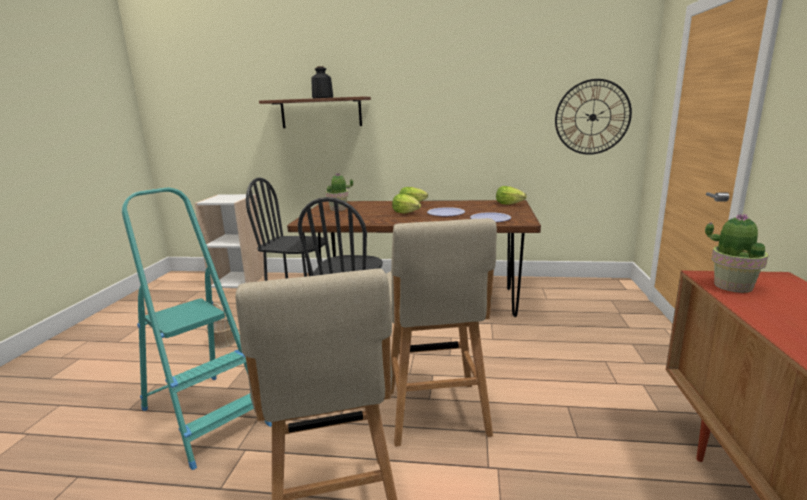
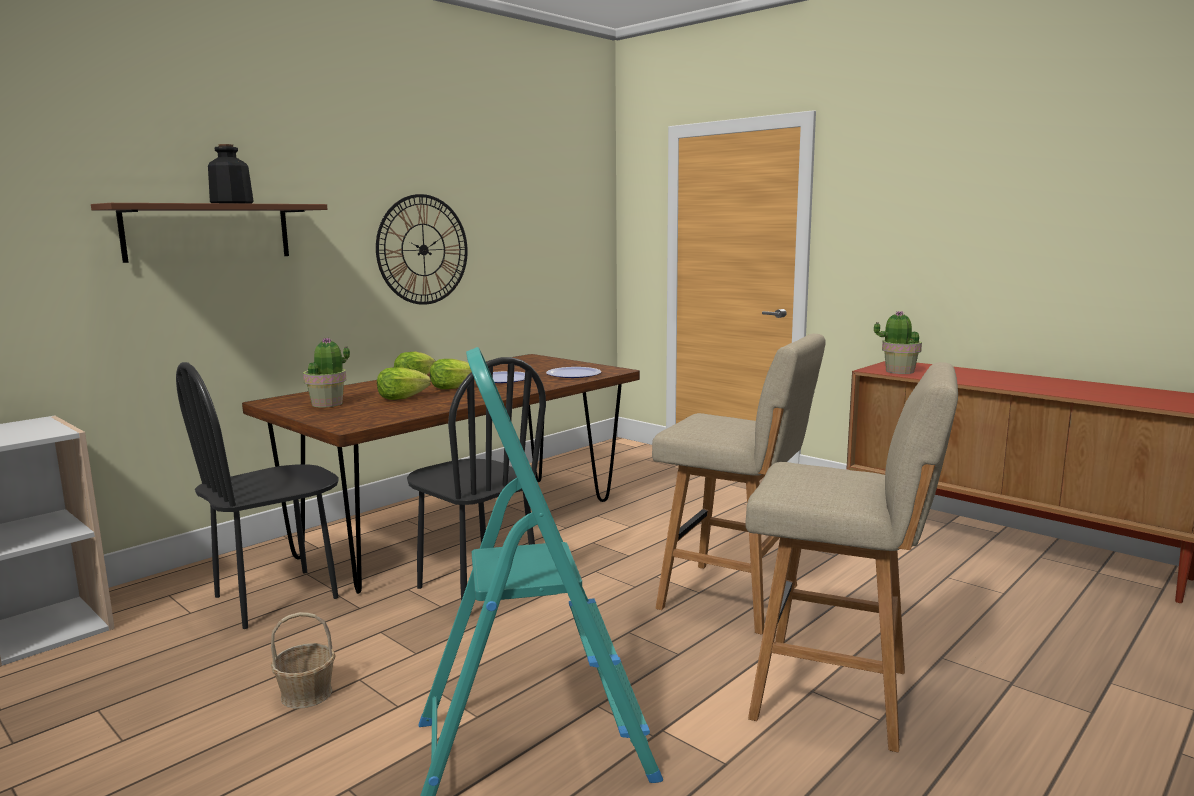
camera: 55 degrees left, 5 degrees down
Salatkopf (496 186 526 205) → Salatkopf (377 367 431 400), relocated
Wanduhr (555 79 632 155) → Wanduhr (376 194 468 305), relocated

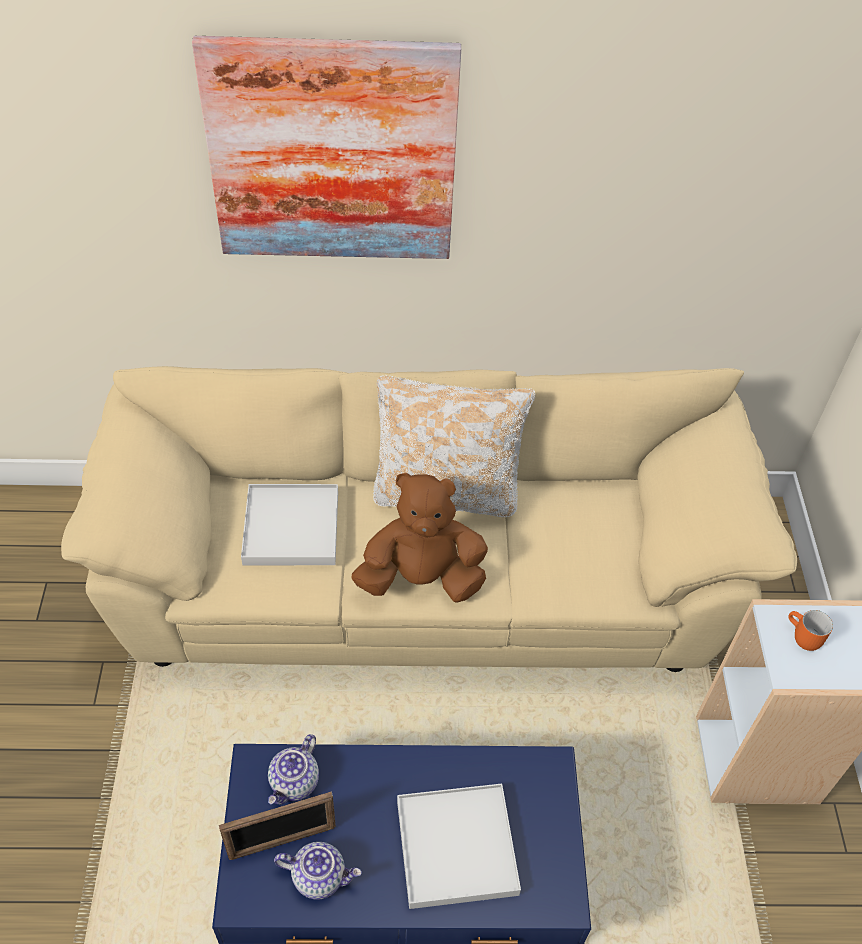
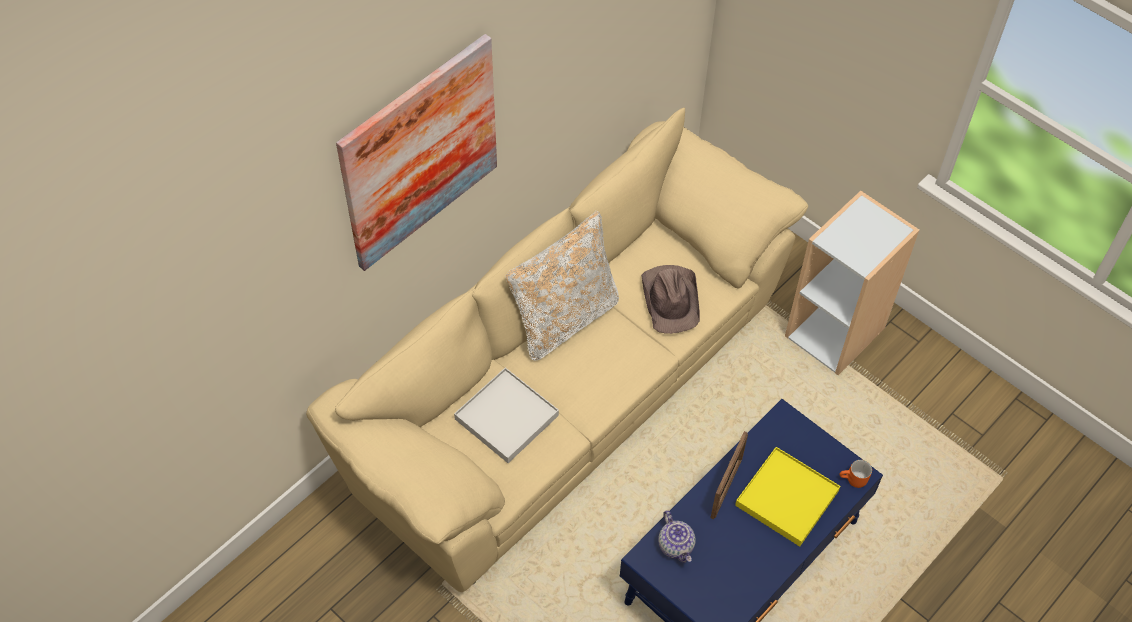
camera: 45 degrees left, 5 degrees up
Bilderrahmen (219 791 336 860) → Bilderrahmen (710 431 748 519), relocated
Teekanne (274 842 362 900) → -
Plüschtier/braun (352 473 488 603) → -
Tablett/weiß (397 784 521 909) → Tablett/gelb (735 447 840 547)
Henkelbecher/orange (788 610 833 651) → Henkelbecher/orange (840 460 872 488), relocated
- → Hut/braun (641 265 700 334)

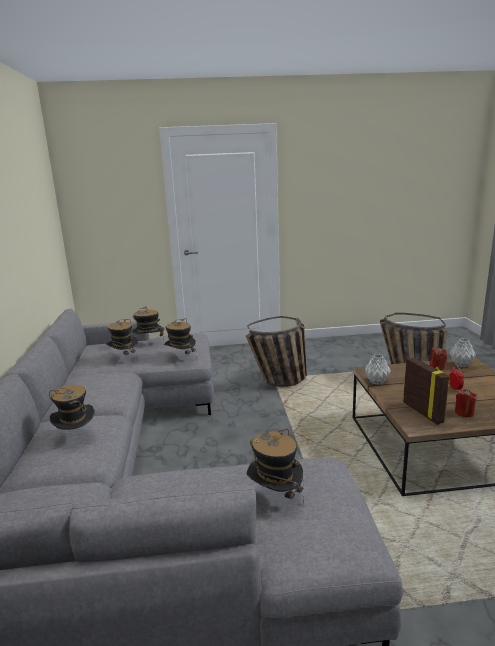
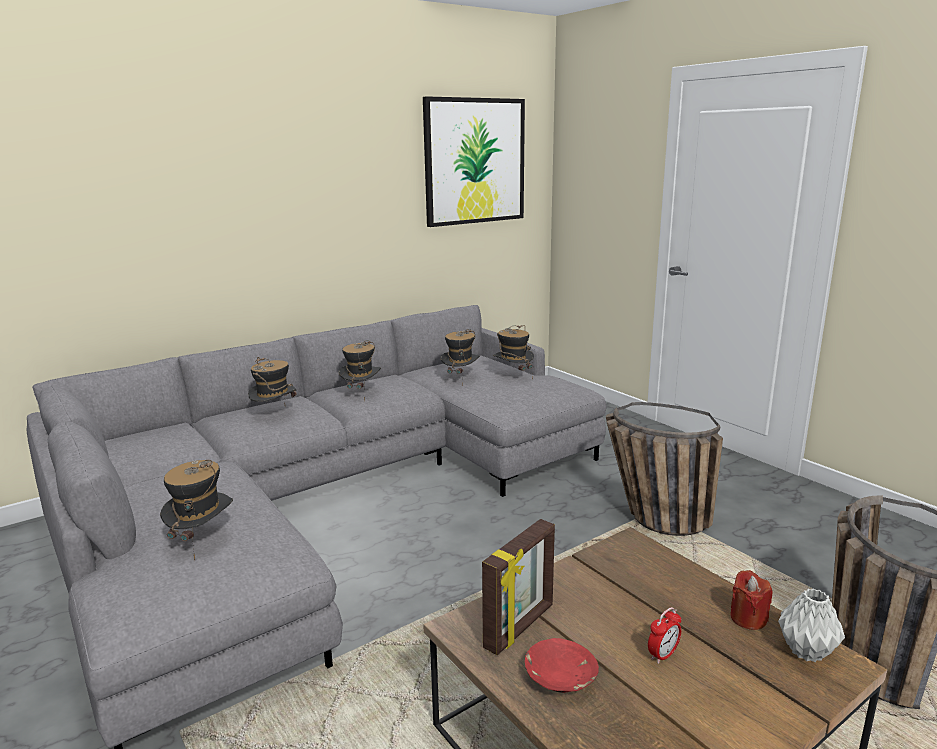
camera: 60 degrees right, 0 degrees up
Hut (164 318 197 360) → Hut (339 341 381 401), relocated
Vase/grau (365 354 391 385) → -
Kerze/rot (455 389 477 417) → Schüssel/rot (525 638 599 693)
- → Bild (423 96 525 227)

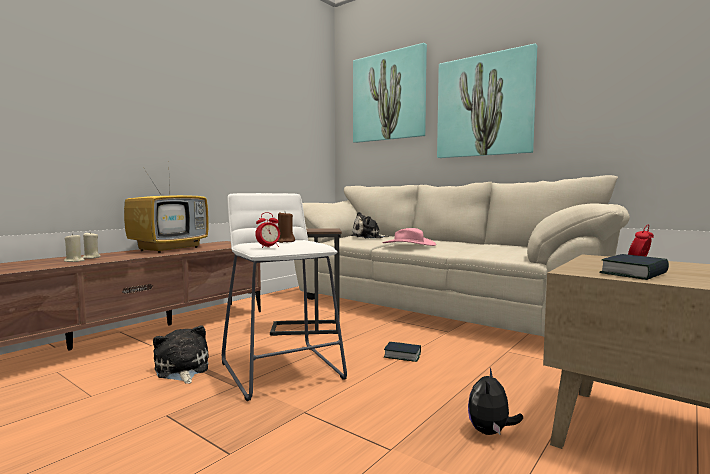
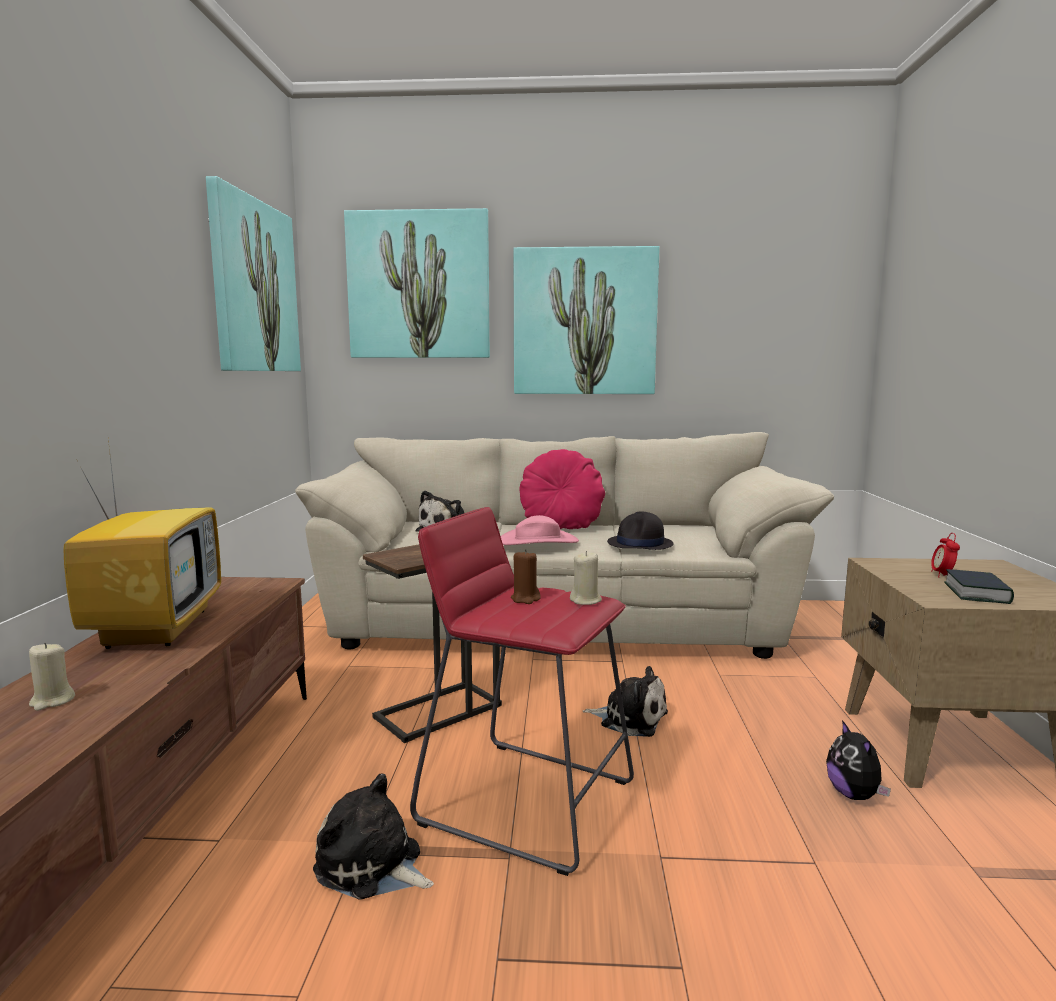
camera: 35 degrees left, 5 degrees up
Kerze/beige (64 233 85 262) → Kerze/beige (570 551 602 605), relocated
Hocker/weiß (222 193 347 401) → Hocker/rot (410 507 634 876)
Wecker (255 212 280 248) → -
Buch (384 342 421 362) → Plüschtier (583 666 668 737)
- → Bild (206 176 301 371)
- → Kissen/rosa (519 449 605 529)
- → Hut/schwarz (607 512 674 550)

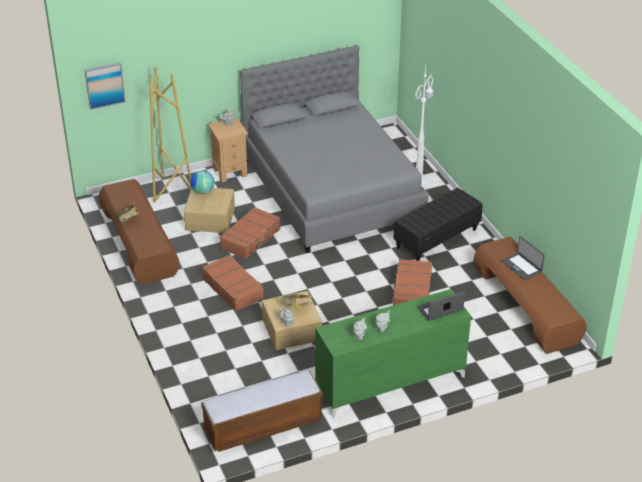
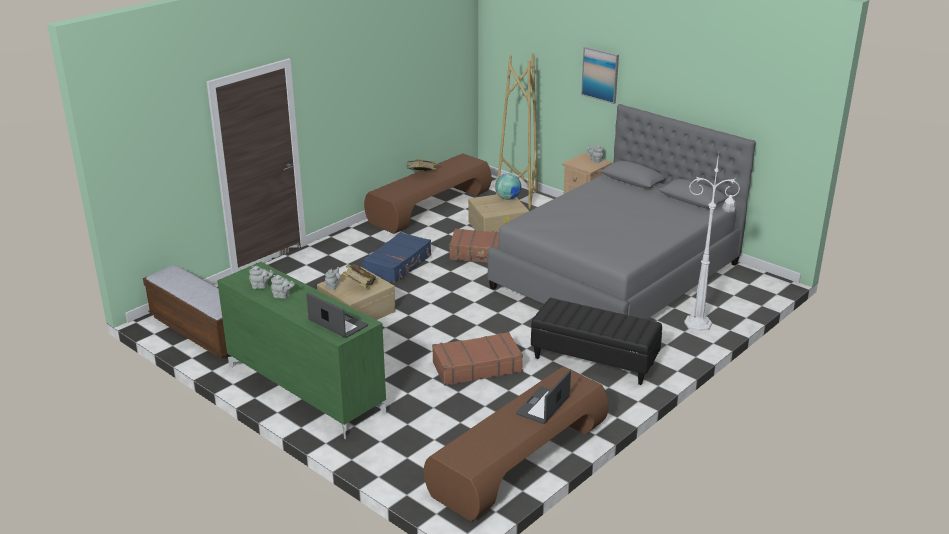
camera: 65 degrees right, 10 degrees down
Bild (85 63 126 110) → Bild (581 47 619 104), relocated
Koffer/braun (202 255 264 312) → Koffer/blau (362 232 431 284)

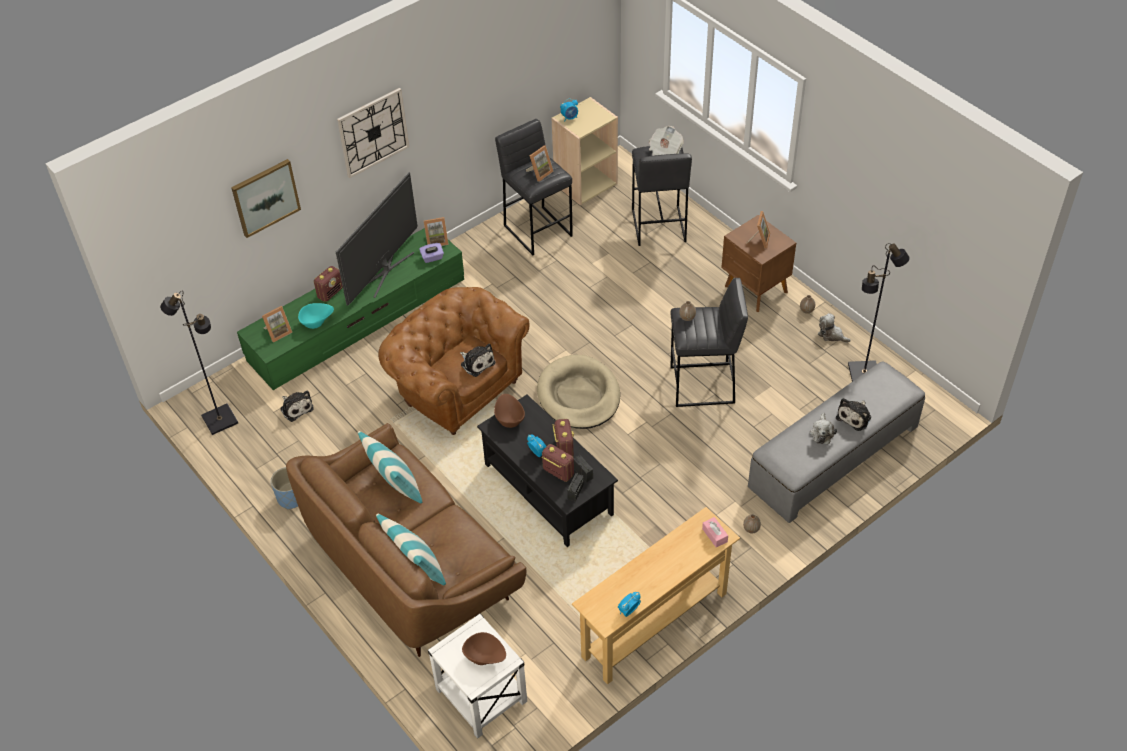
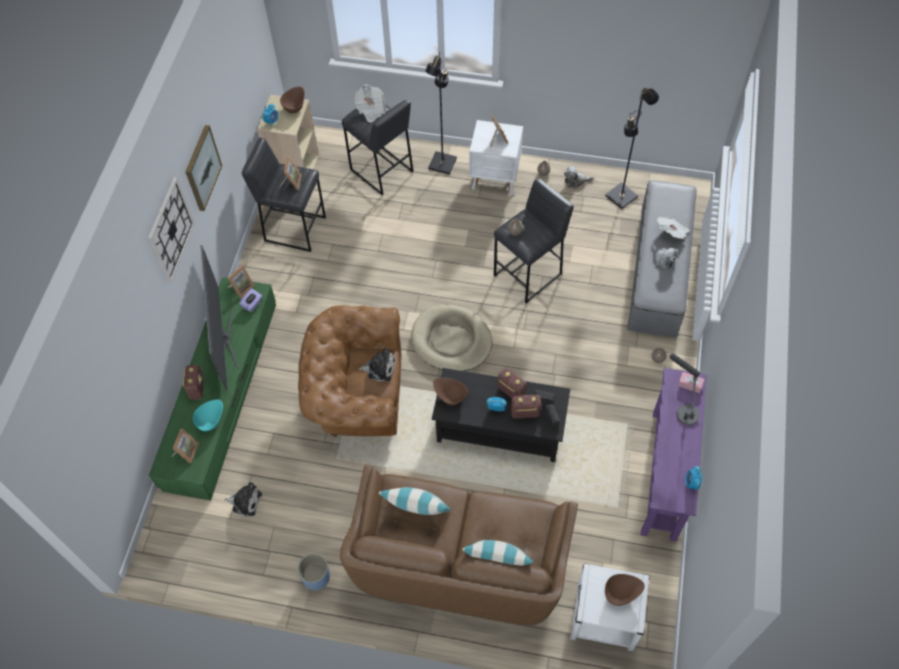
camera: 40 degrees left, 10 degrees up
Stehlampe/schwarz (160 291 238 435) → Stehlampe/schwarz (425 52 457 174), relocated
Bild (231 159 301 238) → Bild (185 125 222 211), relocated
Konsolentisch/beige (572 507 740 684) → Konsolentisch/lila (641 368 707 542)
Nachttisch/braun (722 215 796 312) → Nachttisch/weiß (469 120 523 195)
Plüschtier (836 398 871 431) → Zeitung (657 217 690 239)
- → Schüssel/braun (280 86 305 114)
- → Tischlampe (670 354 700 425)

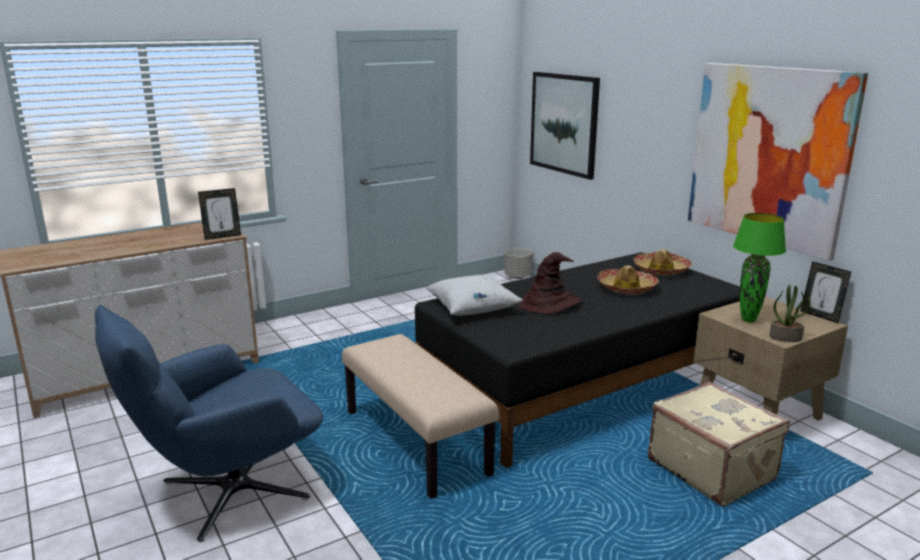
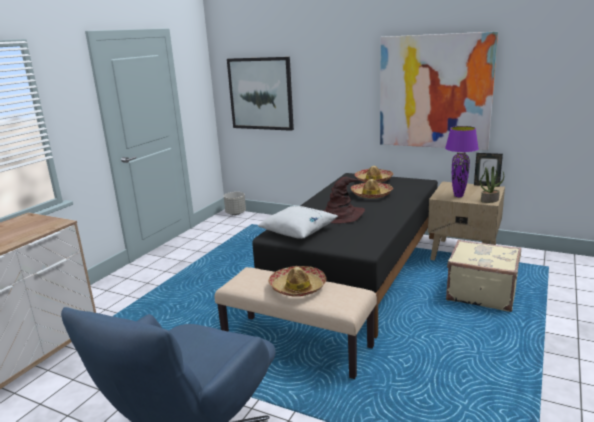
camera: 30 degrees left, 0 degrees up
Bilderrahmen (198 188 241 240) → -
Tischlampe/grün (733 213 786 322) → Tischlampe/lila (445 126 479 197)
- → Hut (268 266 326 297)

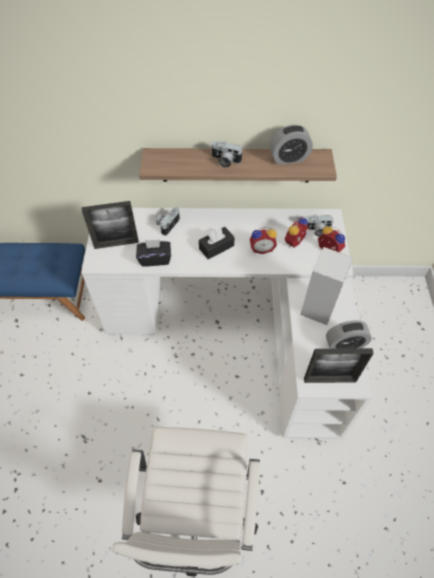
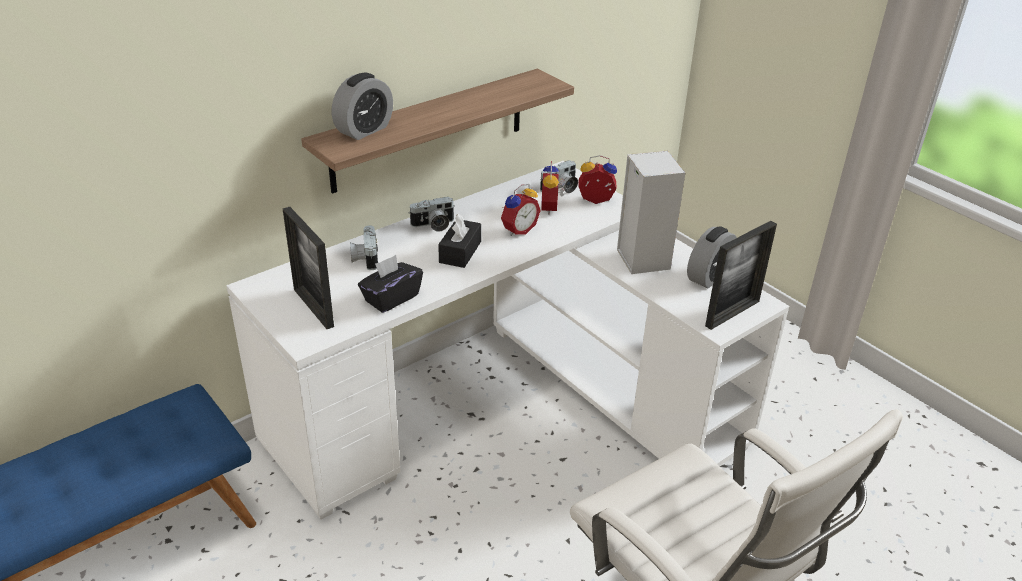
camera: 40 degrees left, 20 degrees down
Bilderrahmen (82 201 139 249) → Bilderrahmen (283 207 334 329), 105 degrees clockwise
Kamera (211 141 243 168) → Kamera (409 197 455 232), relocated
Wecker (270 125 313 165) → Wecker (332 73 393 140), relocated

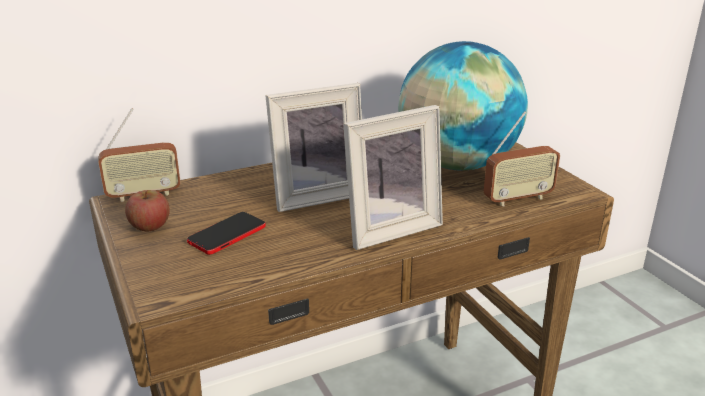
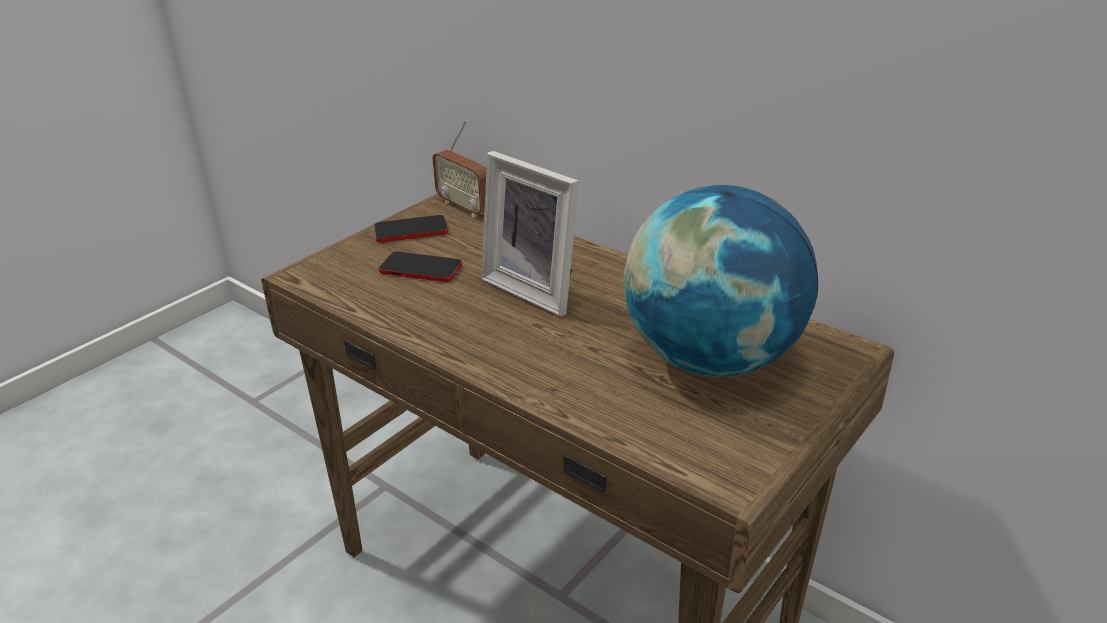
camera: 65 degrees right, 5 degrees up
Apfel (125 190 170 231) → Handy (374 215 448 242)
Bilderrahmen (343 105 443 250) → -
Radio (484 111 560 206) → -

